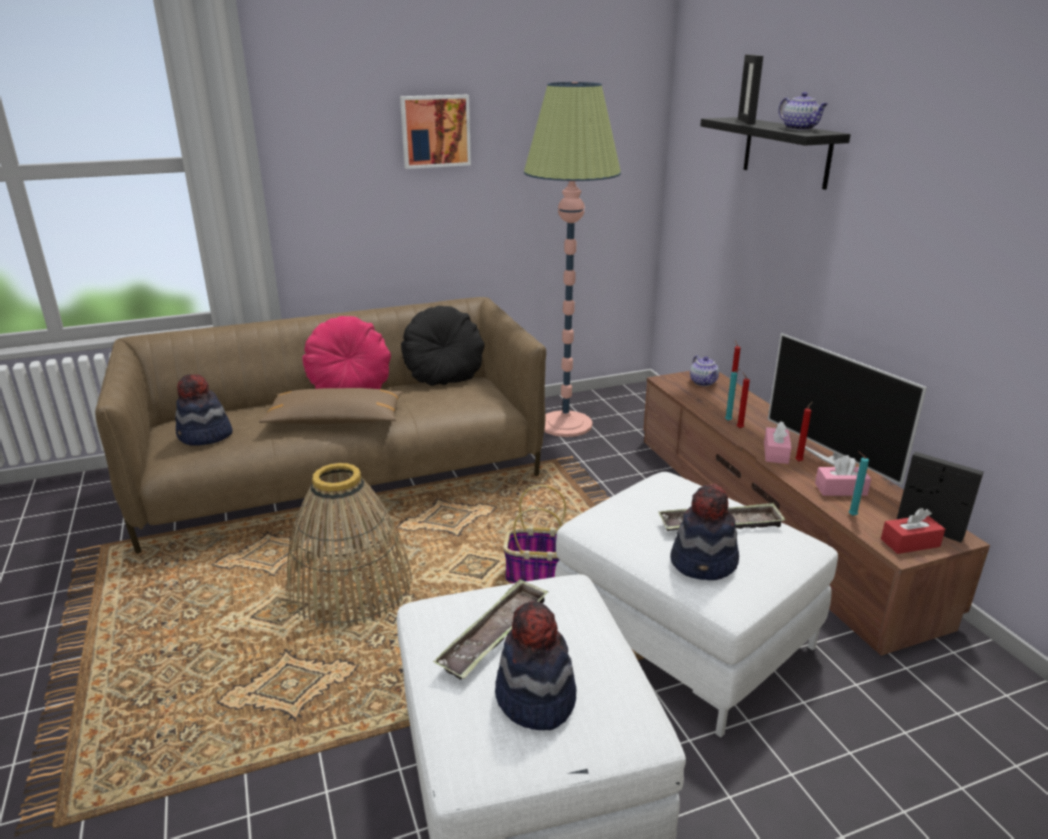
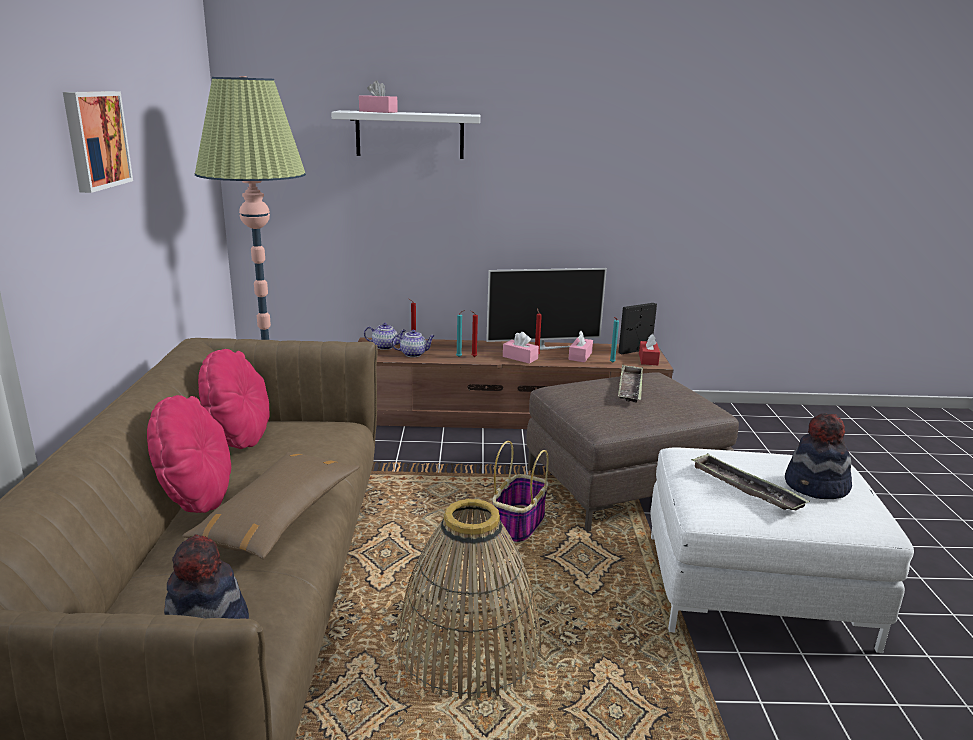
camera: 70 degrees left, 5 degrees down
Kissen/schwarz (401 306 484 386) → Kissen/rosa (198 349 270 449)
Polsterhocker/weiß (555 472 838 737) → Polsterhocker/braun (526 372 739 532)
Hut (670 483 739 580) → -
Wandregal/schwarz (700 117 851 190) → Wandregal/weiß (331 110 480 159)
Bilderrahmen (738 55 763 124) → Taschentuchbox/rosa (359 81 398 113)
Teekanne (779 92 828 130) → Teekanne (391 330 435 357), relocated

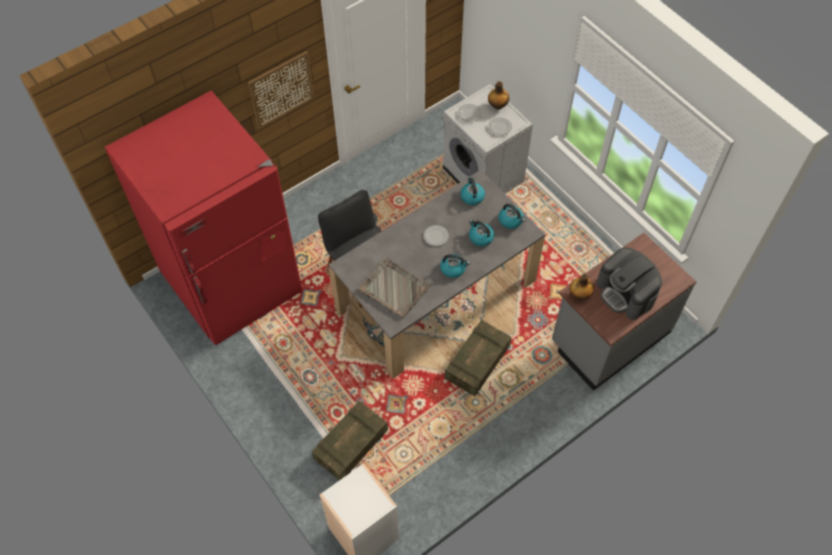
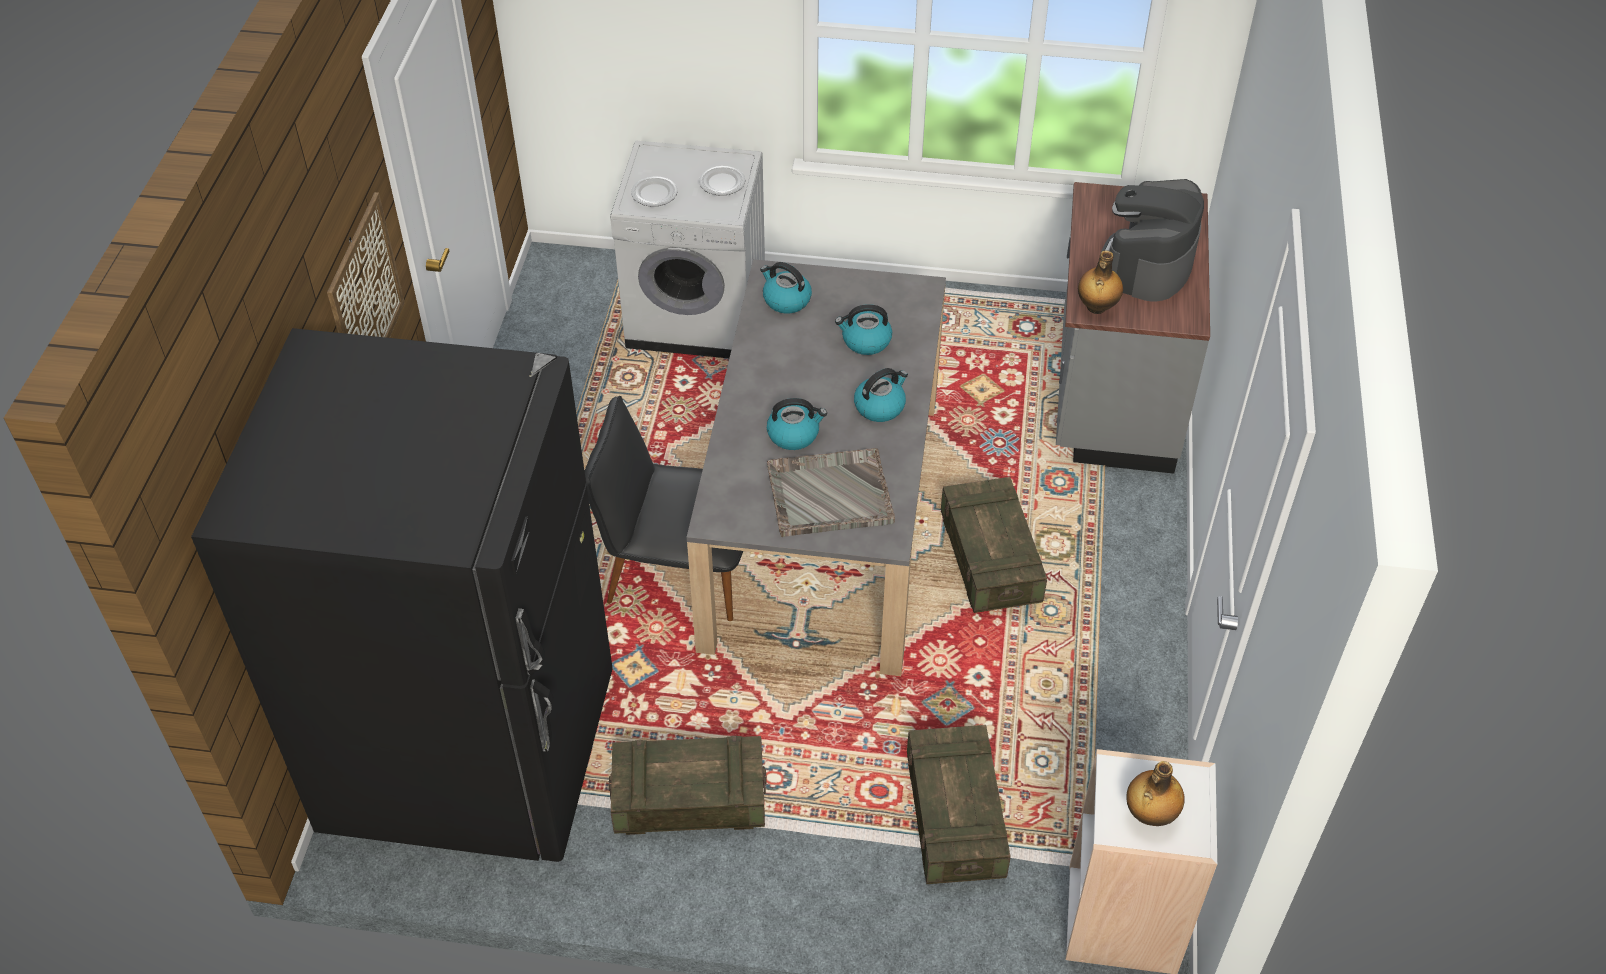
camera: 45 degrees left, 10 degrees down
Kühlschrank/rot (105 90 303 345) → Kühlschrank/schwarz (191 328 613 862)
Teller (424 225 449 246) → -
Flasche (488 81 509 110) → Flasche (1126 761 1185 826), relocated
Wasserkessel (499 204 525 229) → Wasserkessel (767 398 827 450), relocated
Kaffeemaschine (596 247 662 320) → Kaffeemaschine (1101 179 1204 302), 105 degrees clockwise
- → Kiste (609 736 767 835)

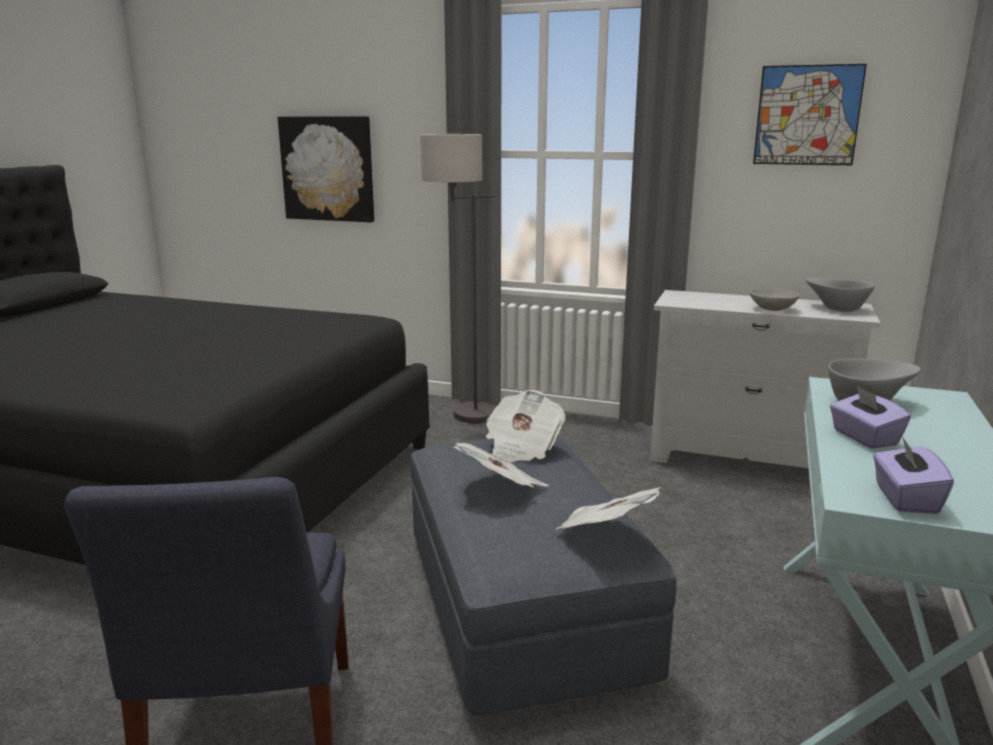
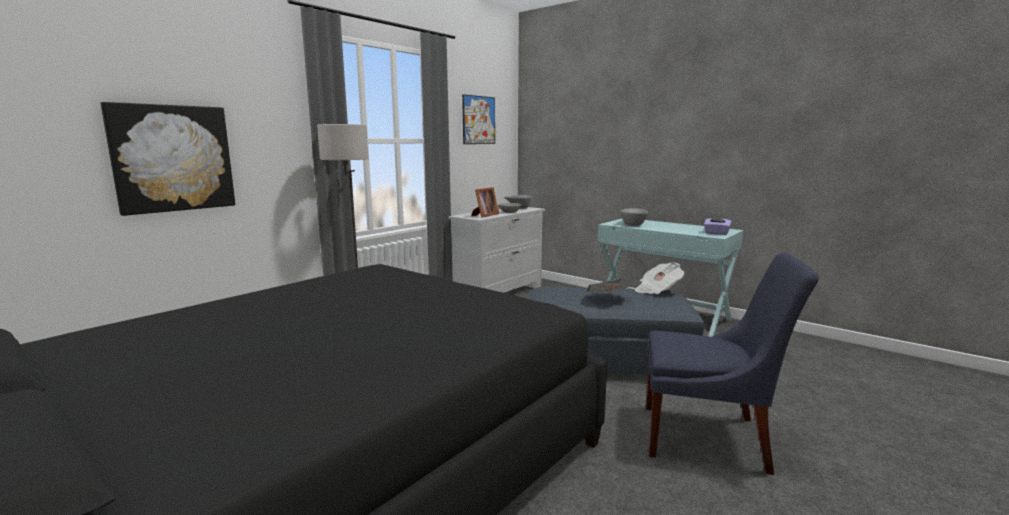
camera: 70 degrees left, 5 degrees down
Zeitung (486 390 566 463) → -
Taschentuchbox/lila (830 386 911 449) → -
- → Bilderrahmen (471 187 499 218)

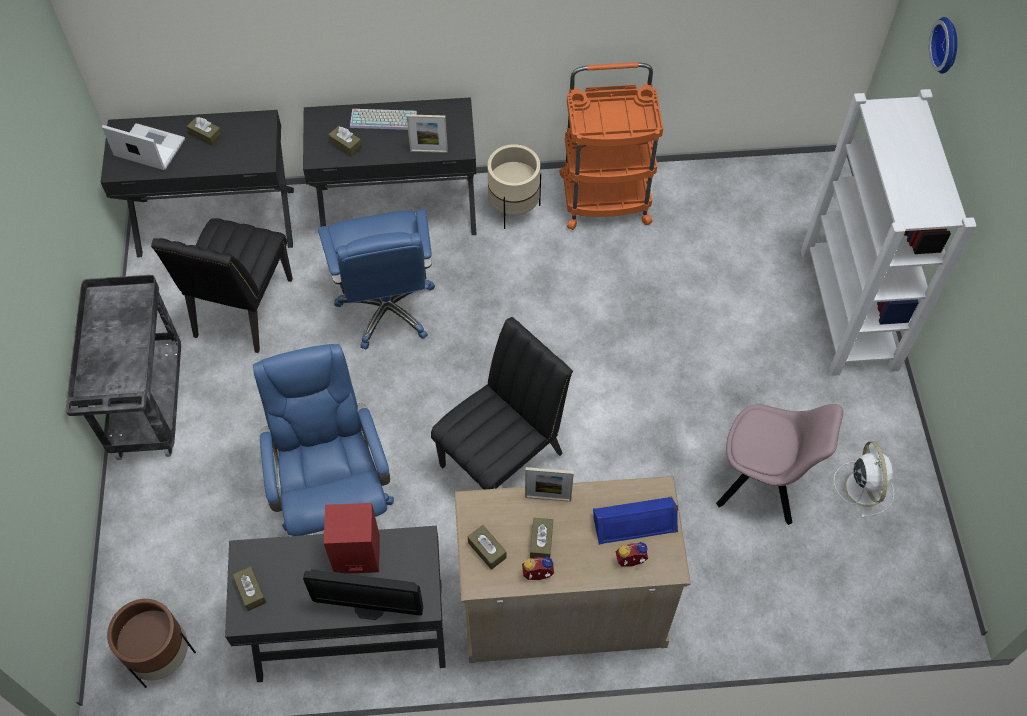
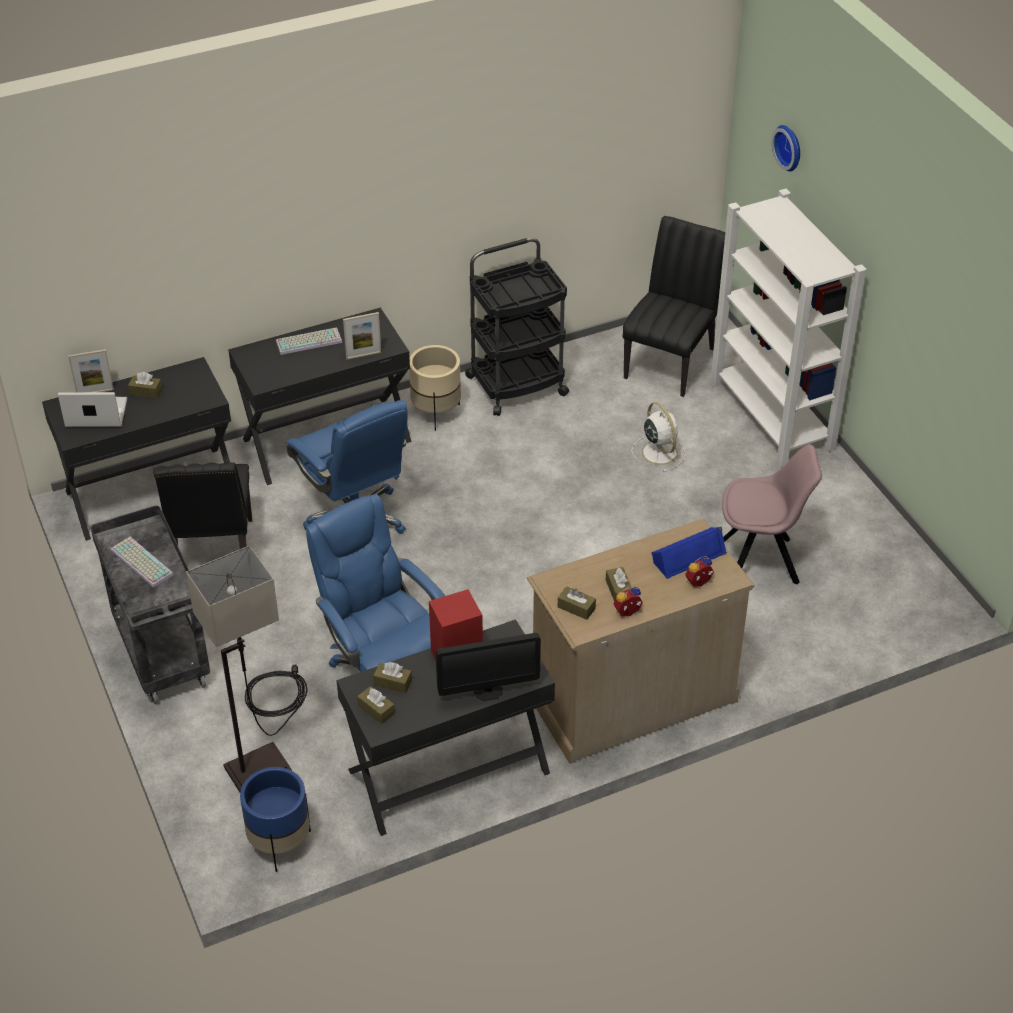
camera: 20 degrees left, 15 degrees down
Pflanzkübel/braun (107 599 196 688) → Pflanzkübel/blau (240 767 311 872)
Taschentuchbox/braun (328 126 362 157) → Taschentuchbox/braun (373 662 412 693), relocated
Stuhl/schwarz (431 317 573 490) → Stuhl/schwarz (622 216 725 397), relocated
Bilderrahmen (525 467 574 502) → Bilderrahmen (68 349 114 392), relocated
Rollwagen/orange (560 62 663 230) → Rollwagen/schwarz (465 238 569 416)
Ventilator/weiß (834 441 894 518) → Ventilator/weiß (632 402 686 472), relocated
- → Tastatur (110 537 174 587)
- → Stehlampe (186 546 307 792)

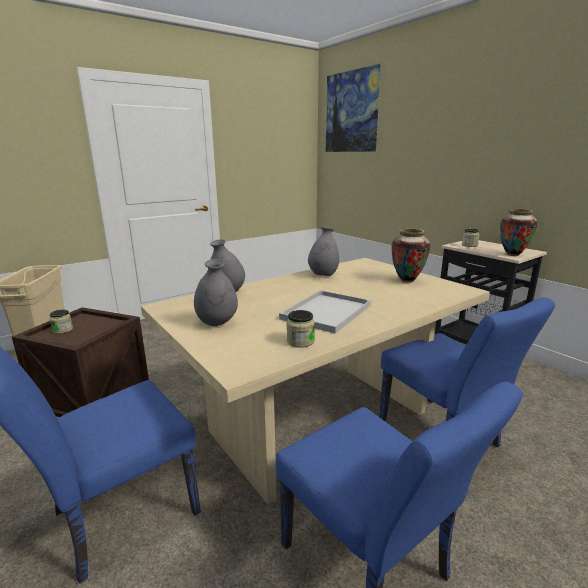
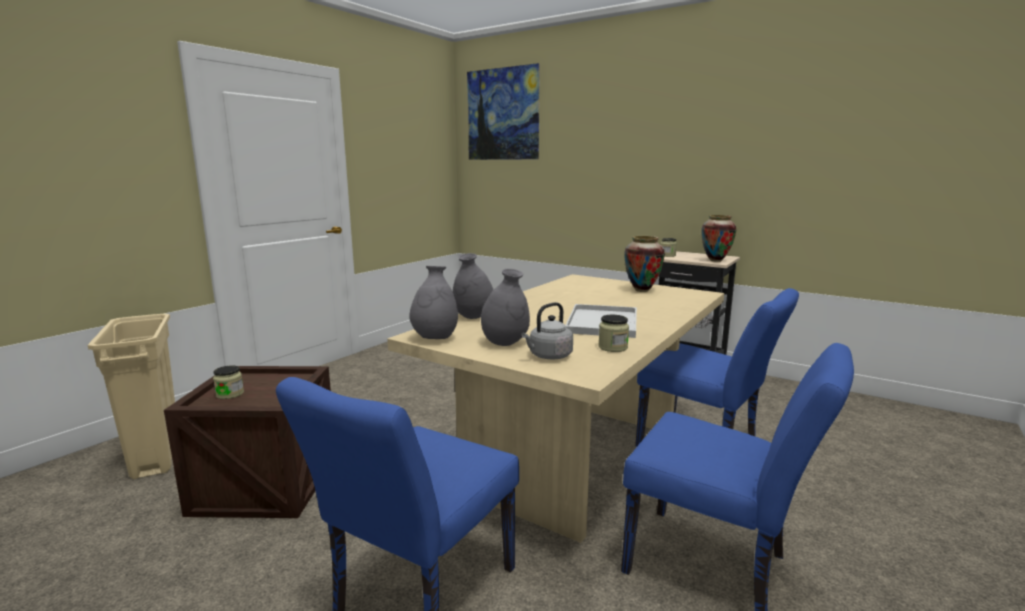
camera: 20 degrees left, 5 degrees down
Vase/grau (308 227 339 276) → Vase/grau (409 266 458 339), relocated
- → Wasserkessel/grau (522 302 573 359)

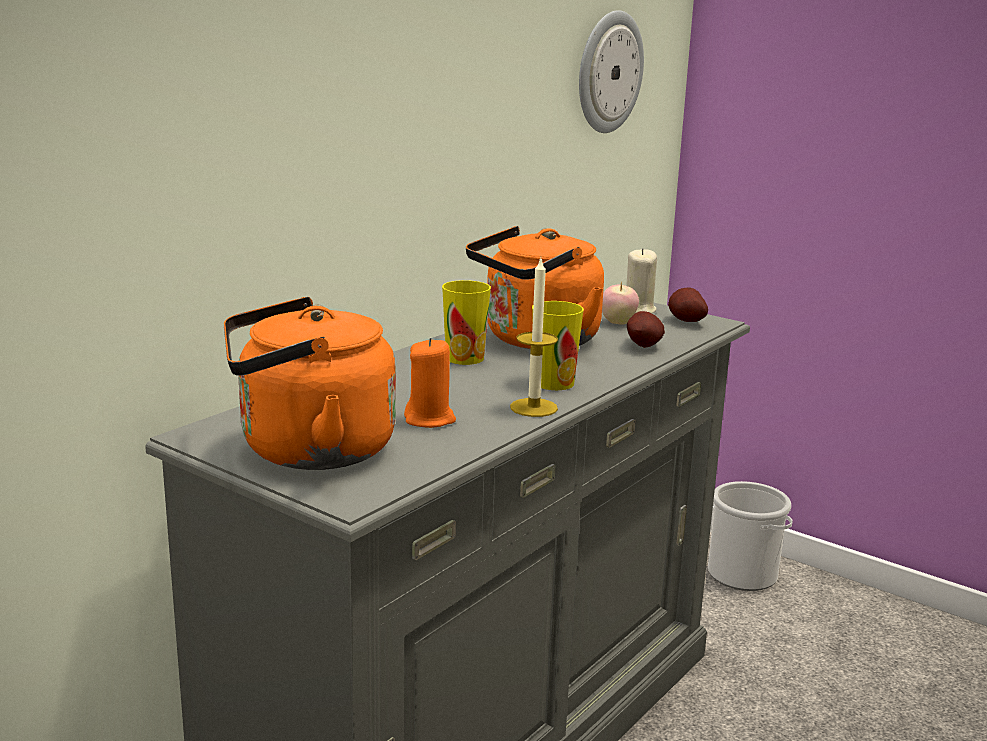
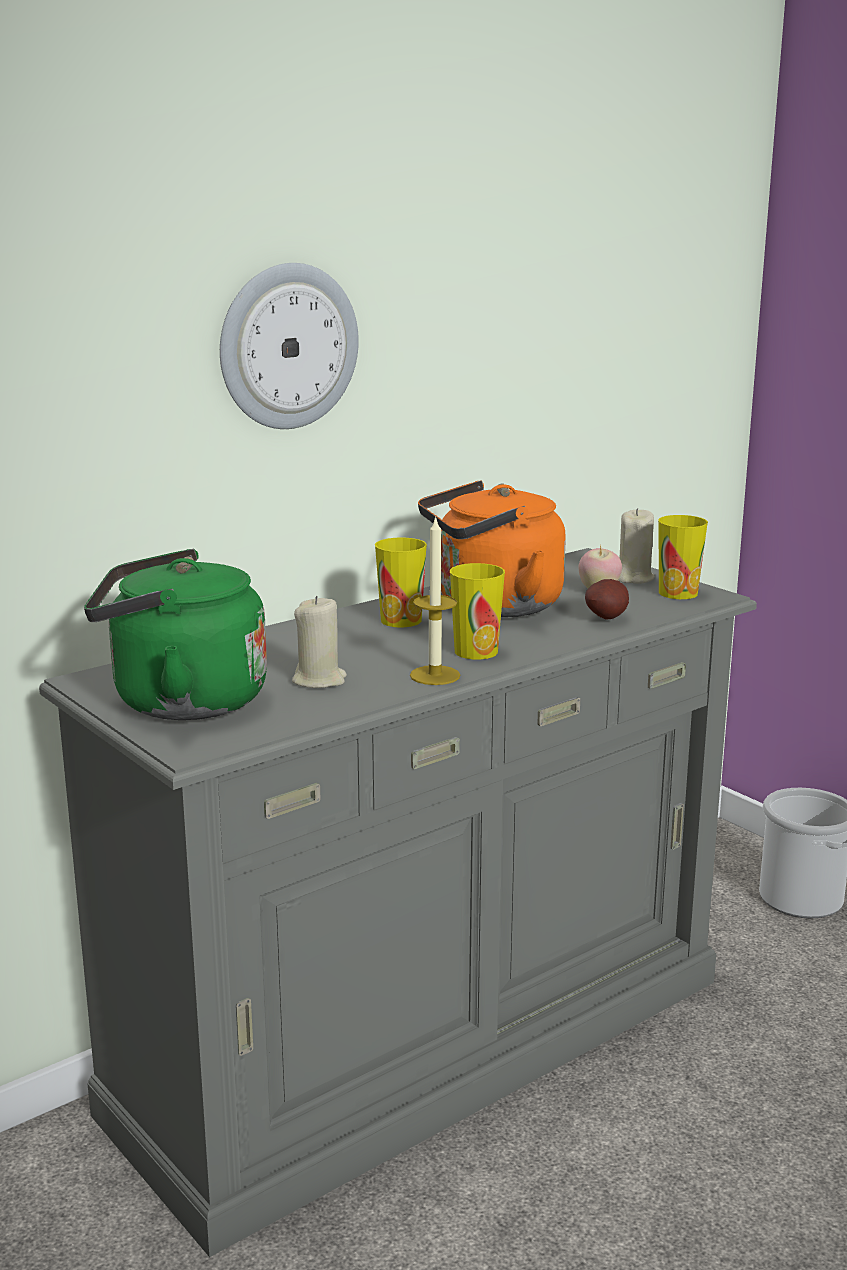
camera: 15 degrees right, 0 degrees up
Wasserkessel/orange (224 297 396 470) → Wasserkessel/grün (84 549 267 720)
Kerze/orange (404 338 456 428) → Kerze/beige (292 596 347 688)
Wanduhr (579 10 644 133) → Wanduhr (220 263 359 429), relocated
Kartoffel (668 288 708 322) → Tasse (658 515 708 599)

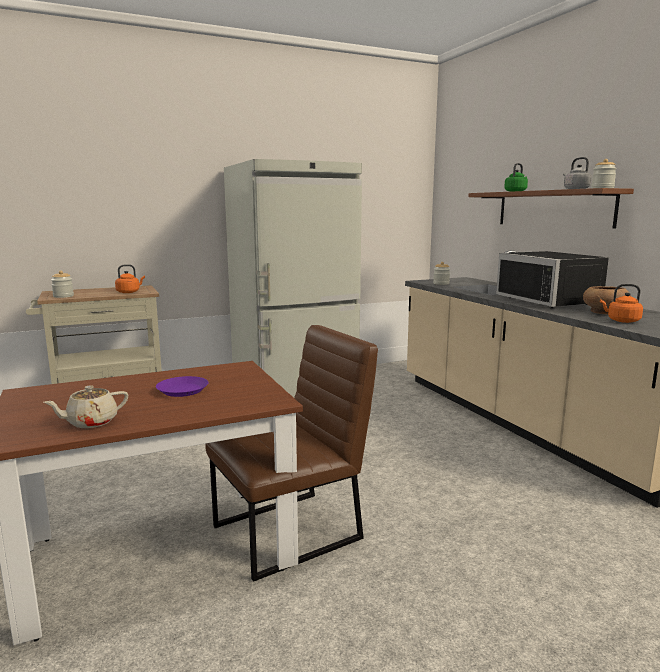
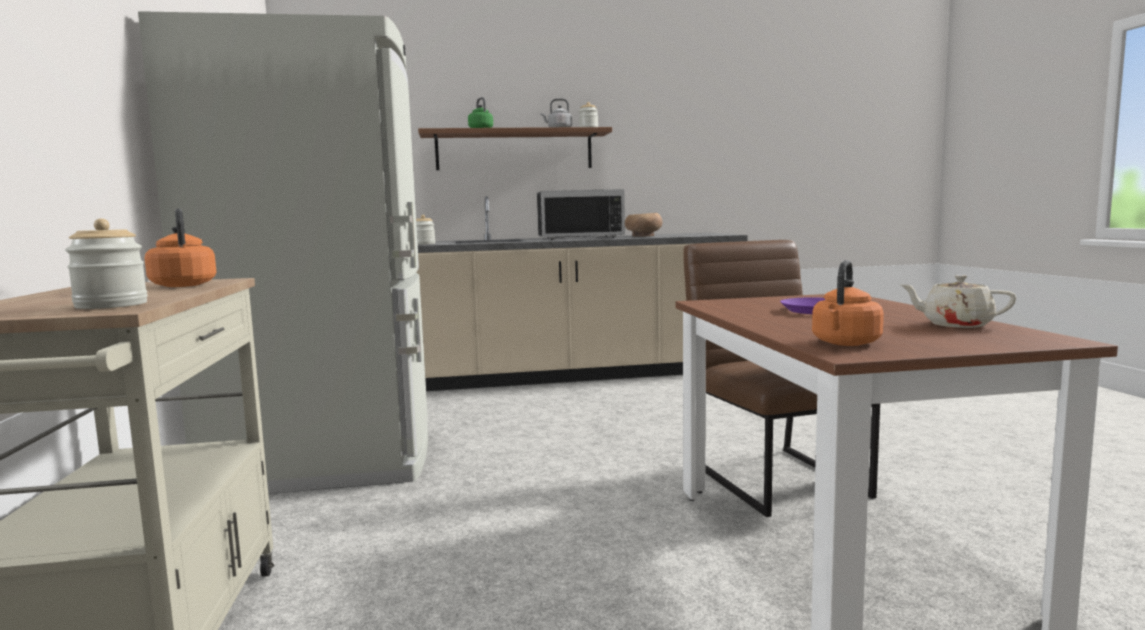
camera: 75 degrees left, 5 degrees down
Teekanne/beige (43 385 128 428) → Teekanne/beige (899 275 1016 328), 135 degrees clockwise
Wasserkessel/orange (600 284 643 323) → Wasserkessel/orange (812 260 884 346), relocated

